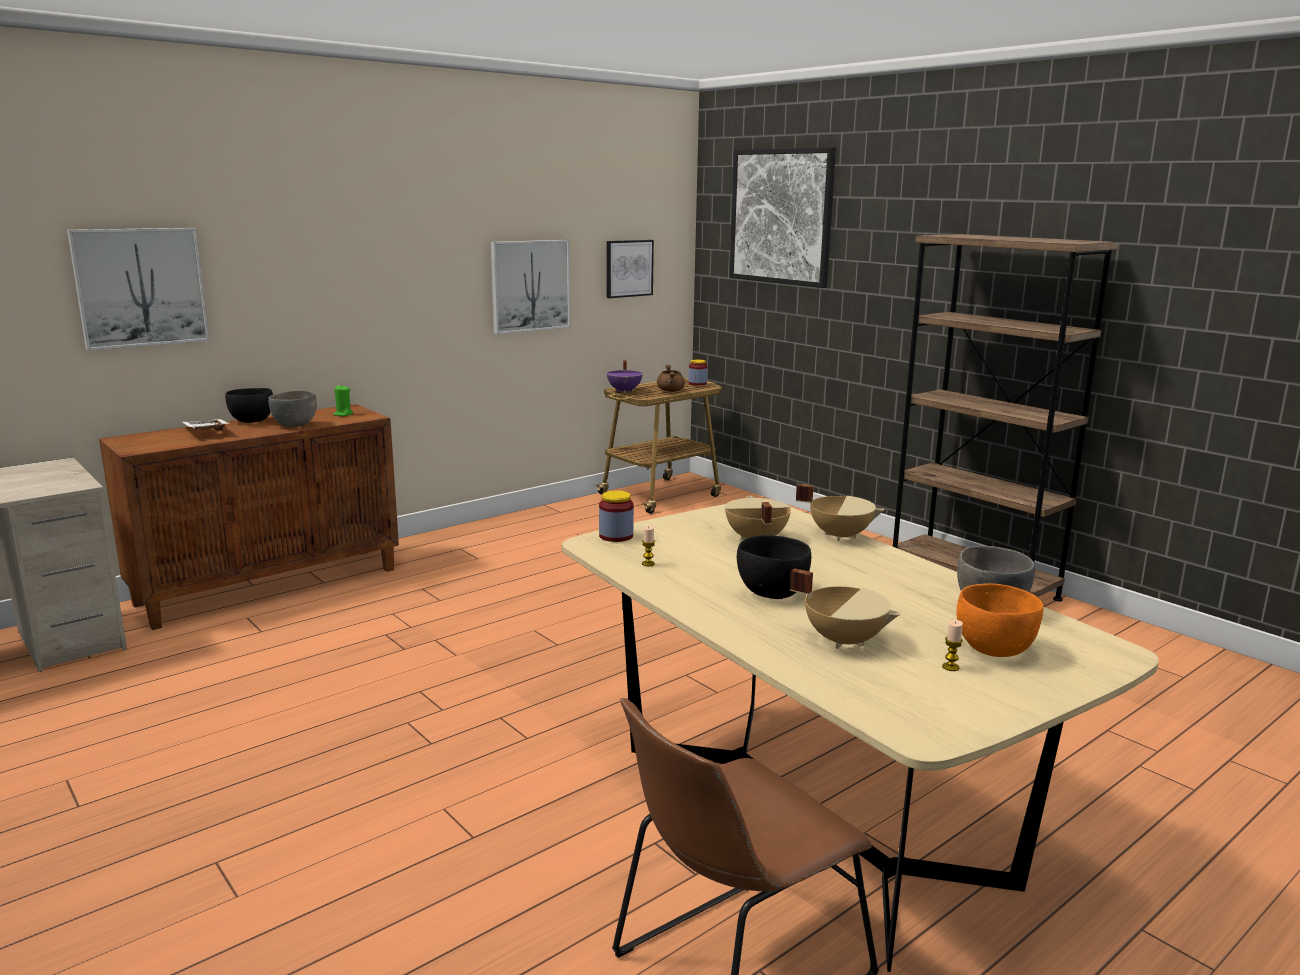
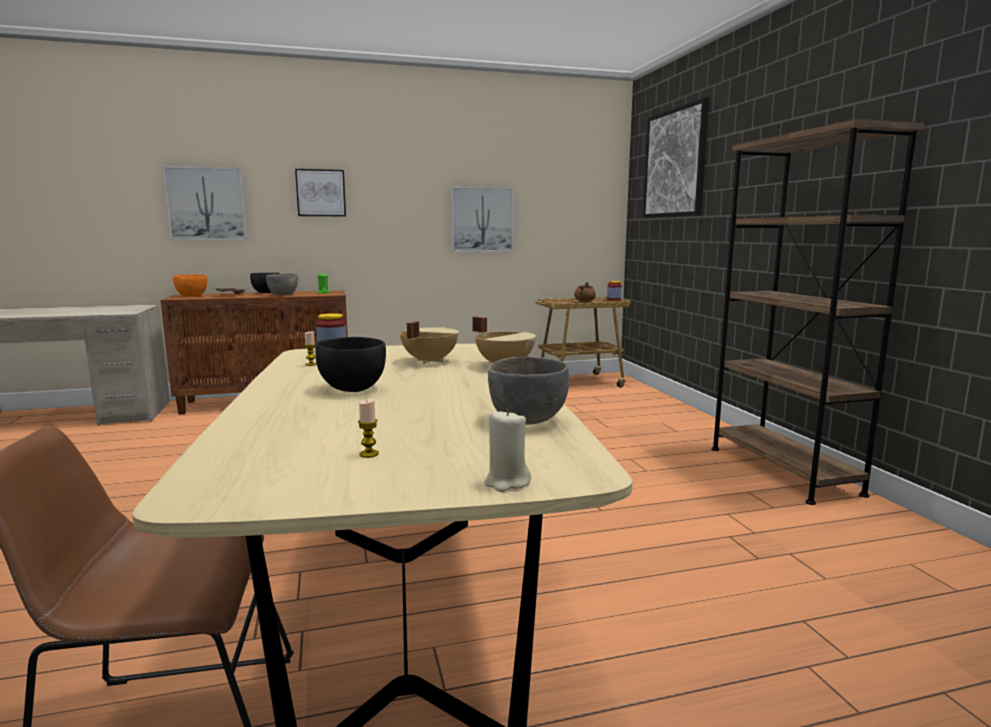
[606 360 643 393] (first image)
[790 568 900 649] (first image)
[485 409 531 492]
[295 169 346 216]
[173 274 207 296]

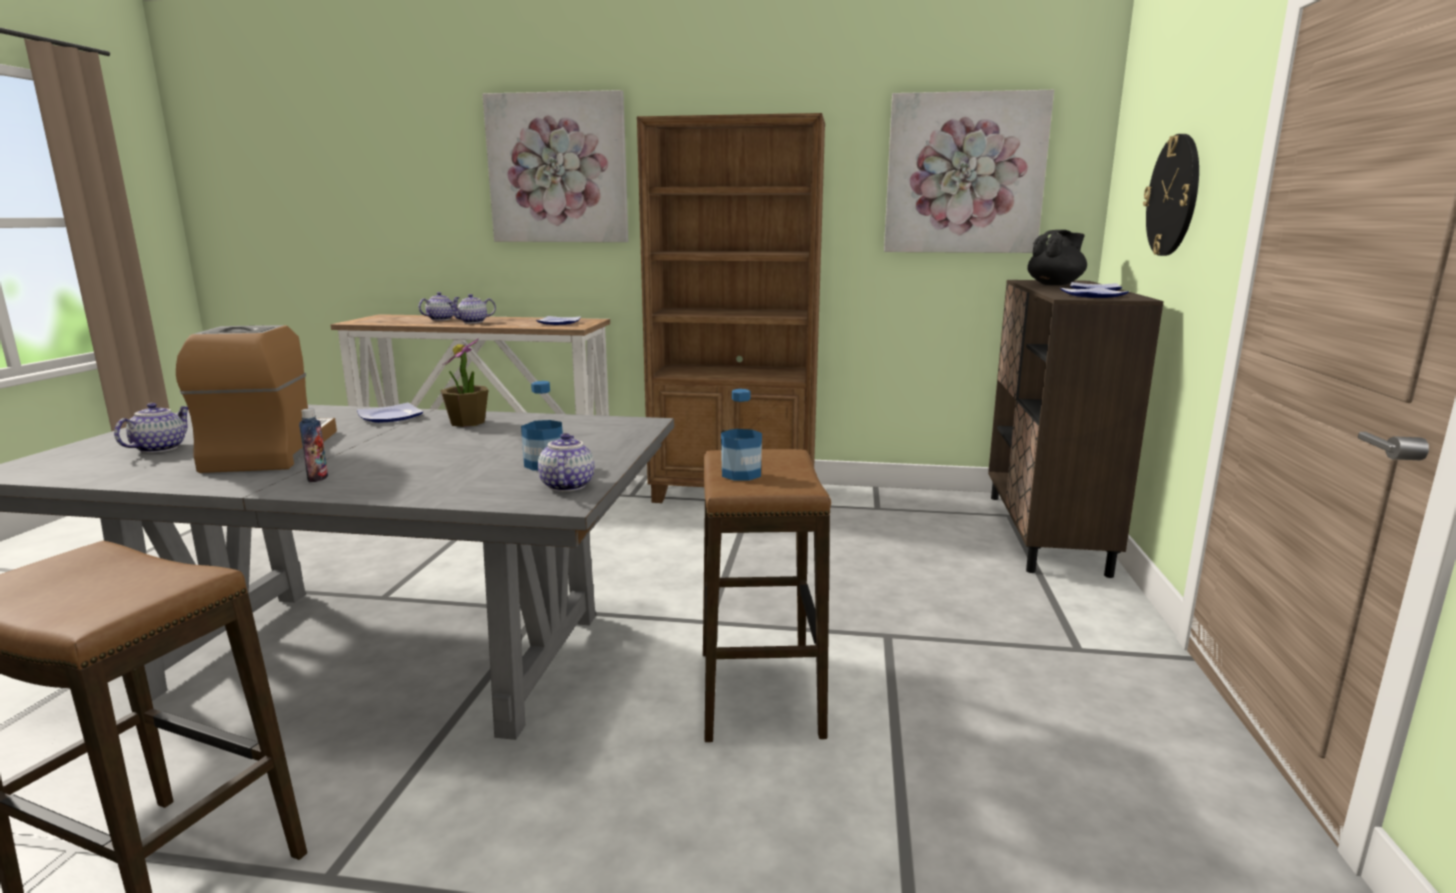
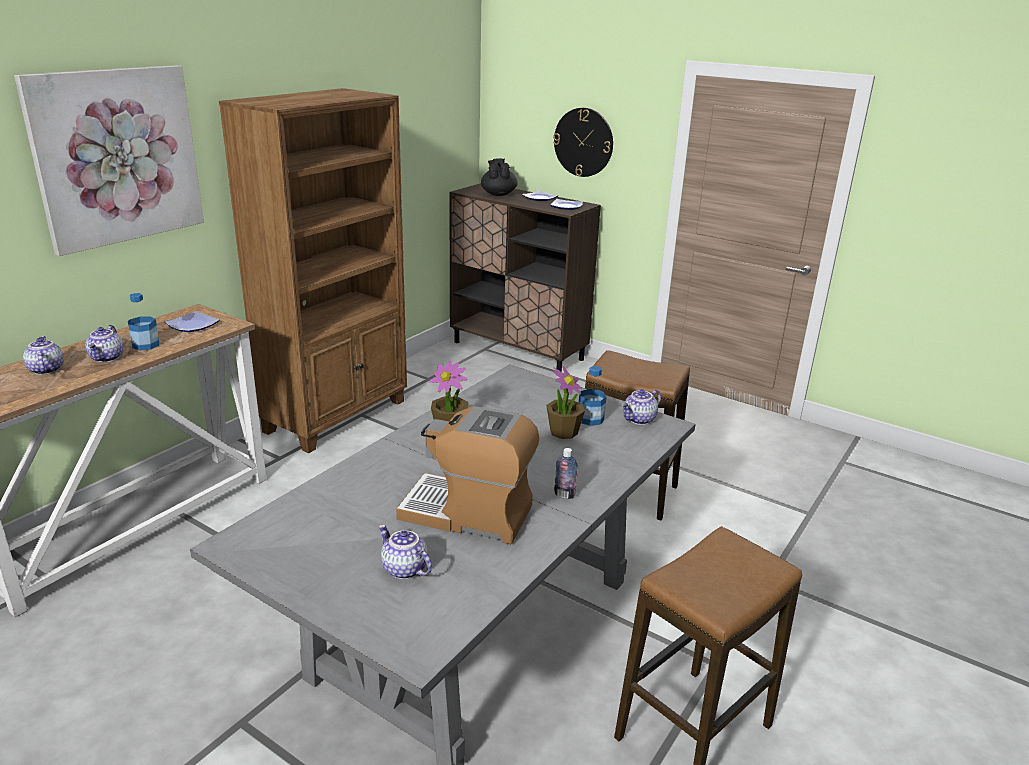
[357 403 423 423] (first image)
[884 90 1054 253] (first image)
[546 365 585 439]
[128 293 159 350]
[621 389 661 425]

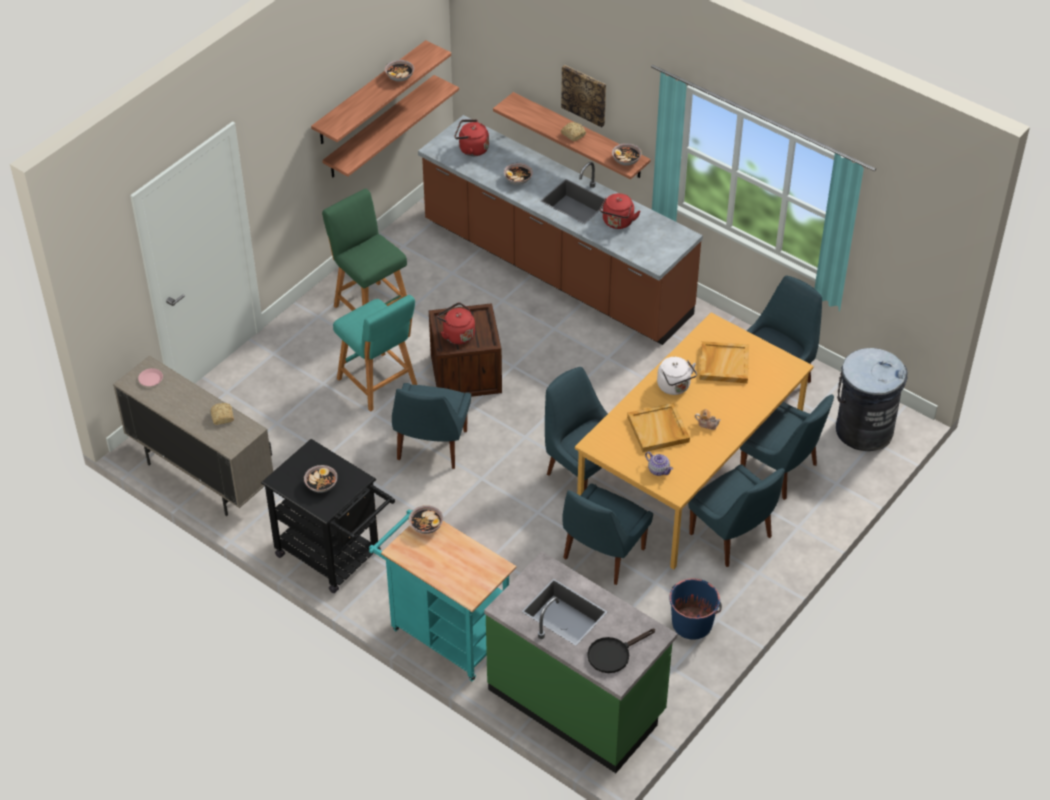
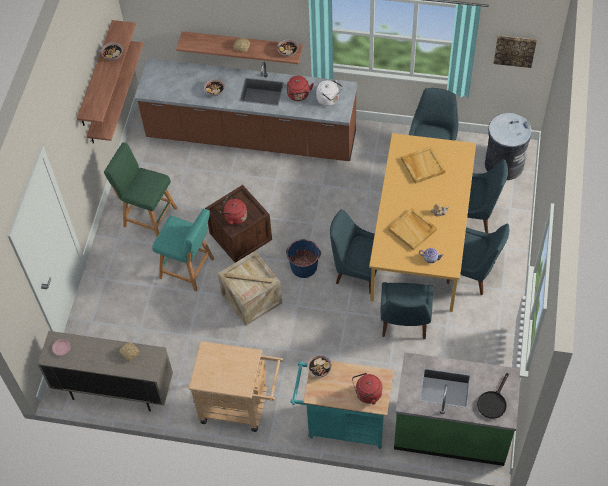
[304 465 338 493] (first image)
[352 373 382 405]
[493 35 537 68]
[316 80 343 106]
[286 239 321 278]
[218 251 282 326]
[188 341 283 432]

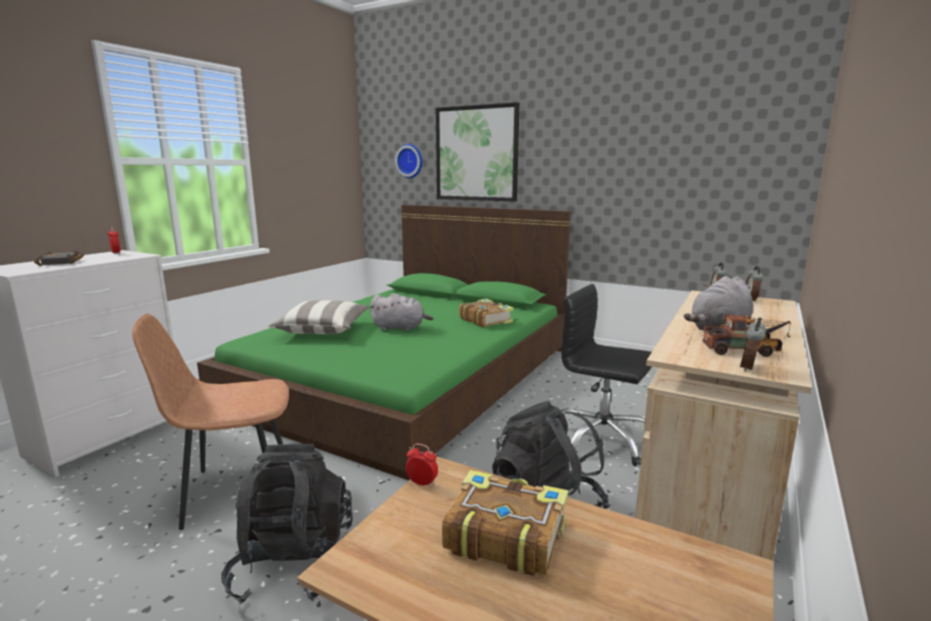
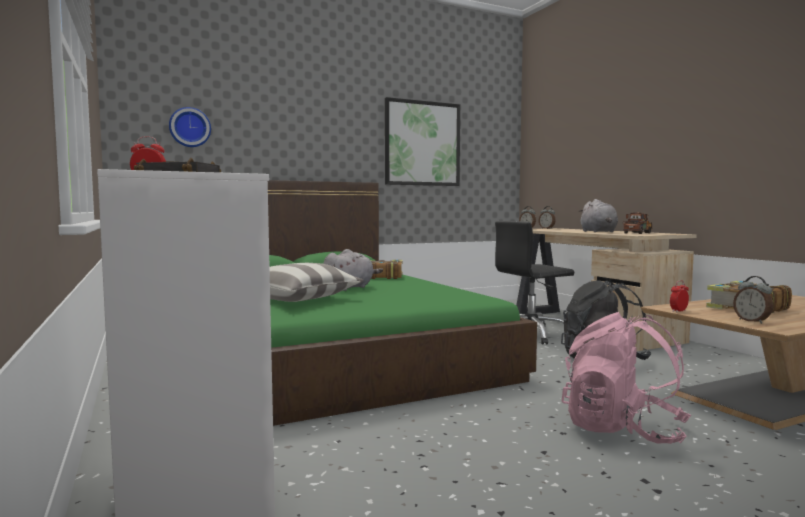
[132 314 289 530] (first image)
[385 97 460 186]
[733 276 773 324]
[562 312 691 444]

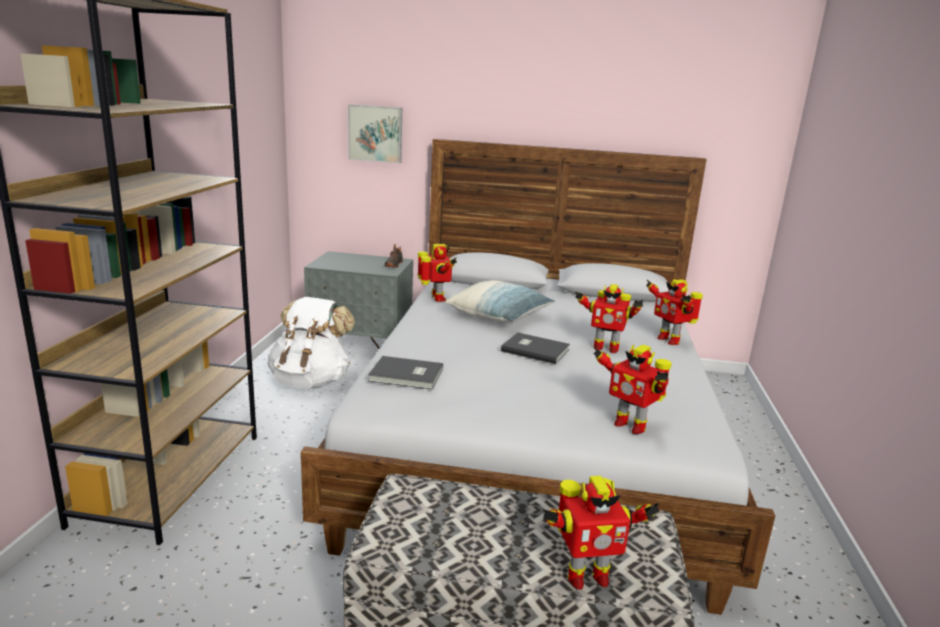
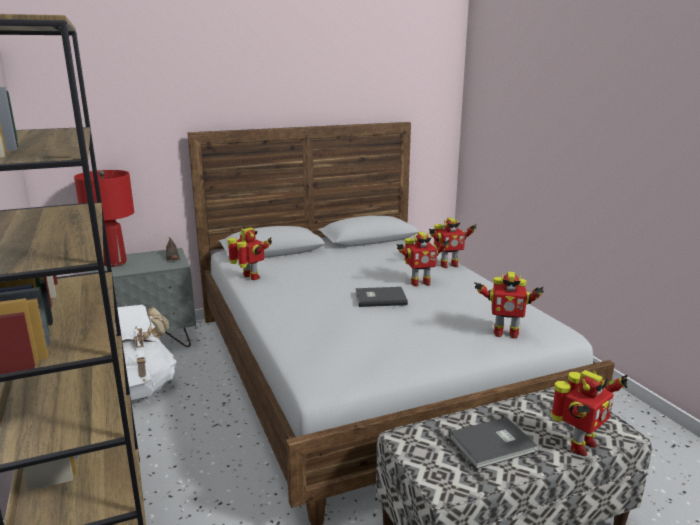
[348 104 402 163] (first image)
[445 280 556 323] (first image)
[74 170 134 267]
[449 417 538 469]
[429 218 477 268]

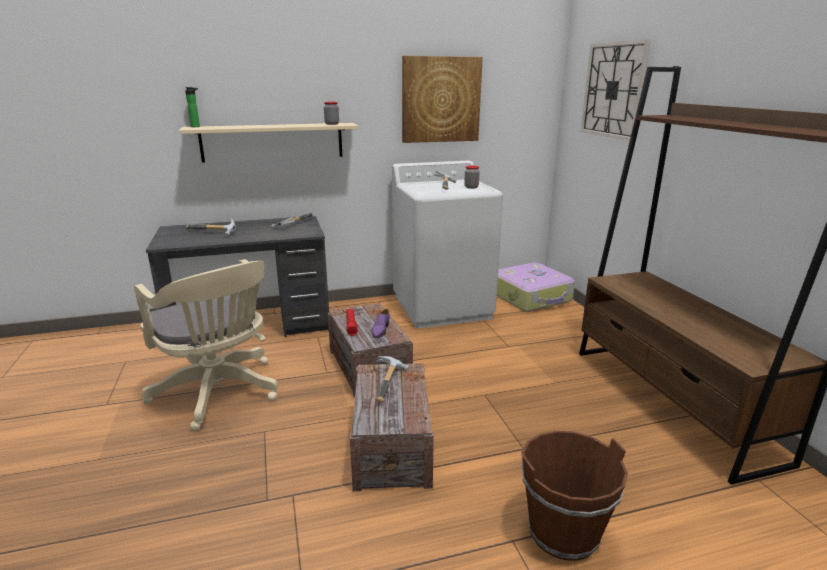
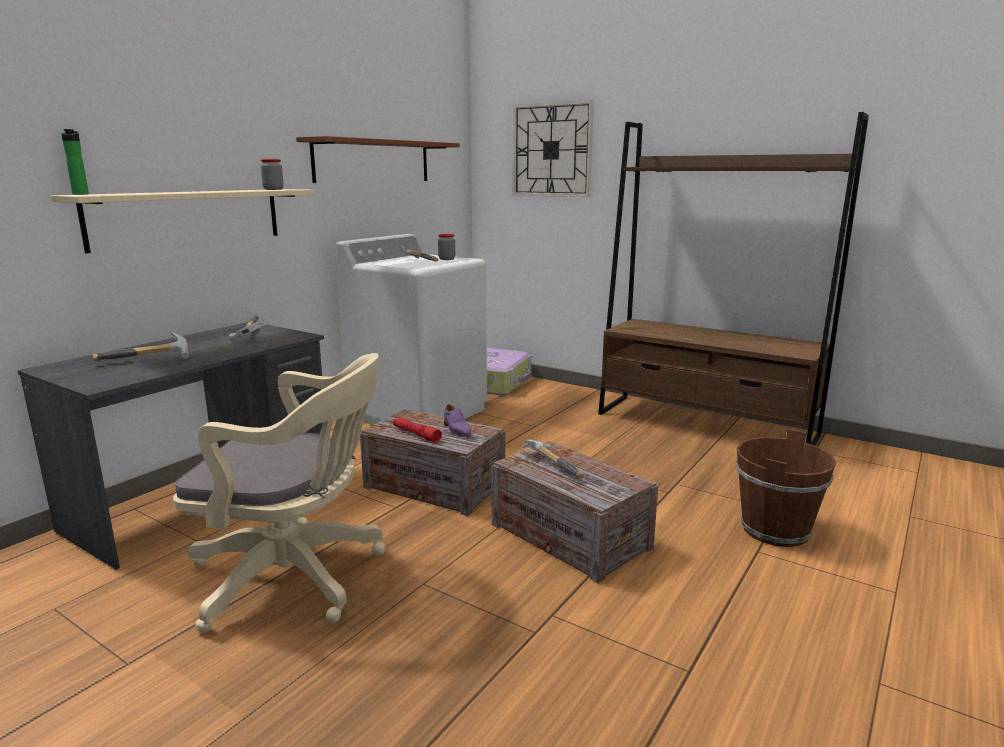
[296 136 460 183]

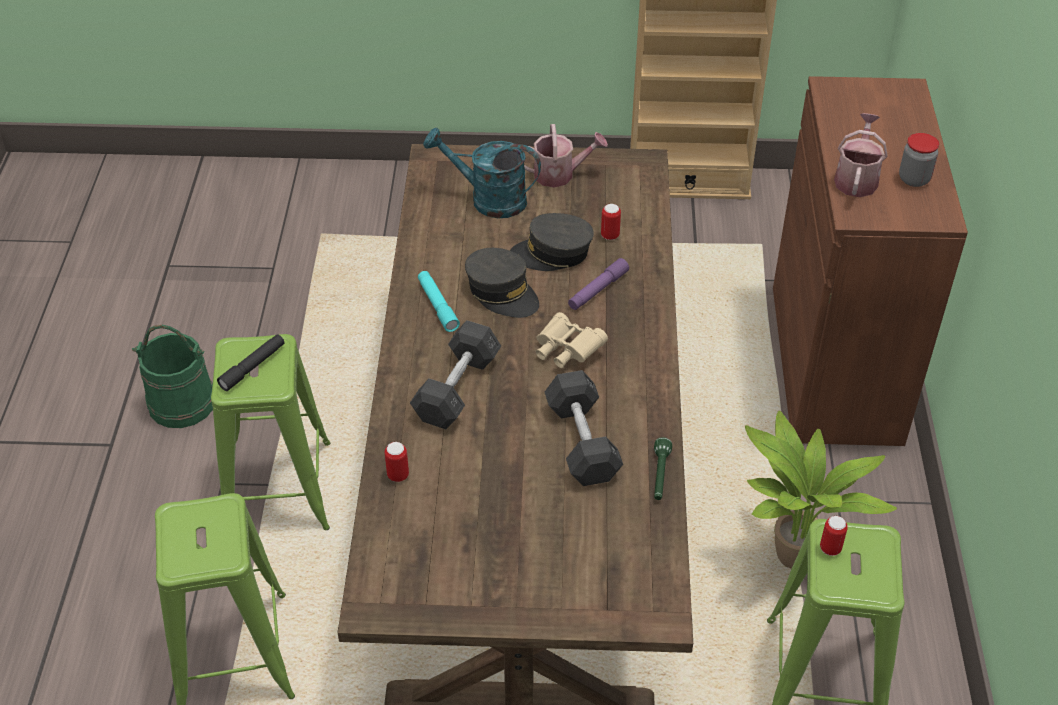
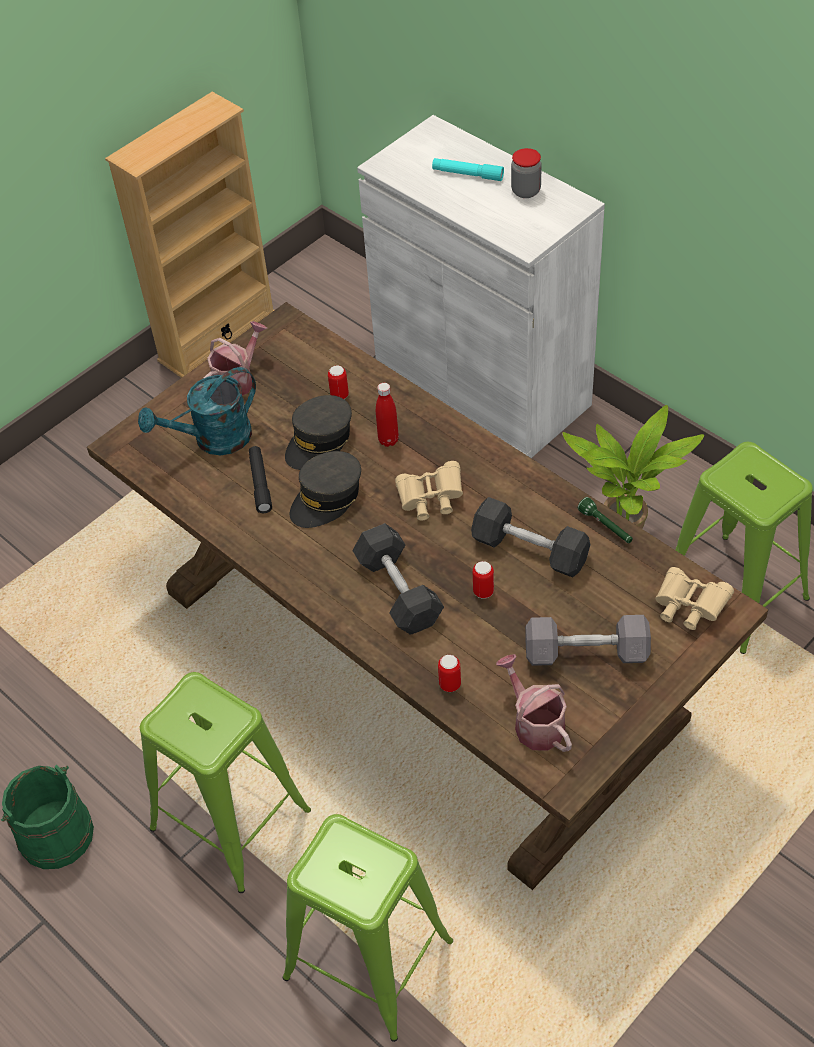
[525 615 651 666]
[655 567 734 630]
[249 446 272 513]
[432 158 504 181]
[473 561 494 599]
[496 654 572 752]
[376 383 399 447]
[357 115 605 458]
[290 451 361 528]

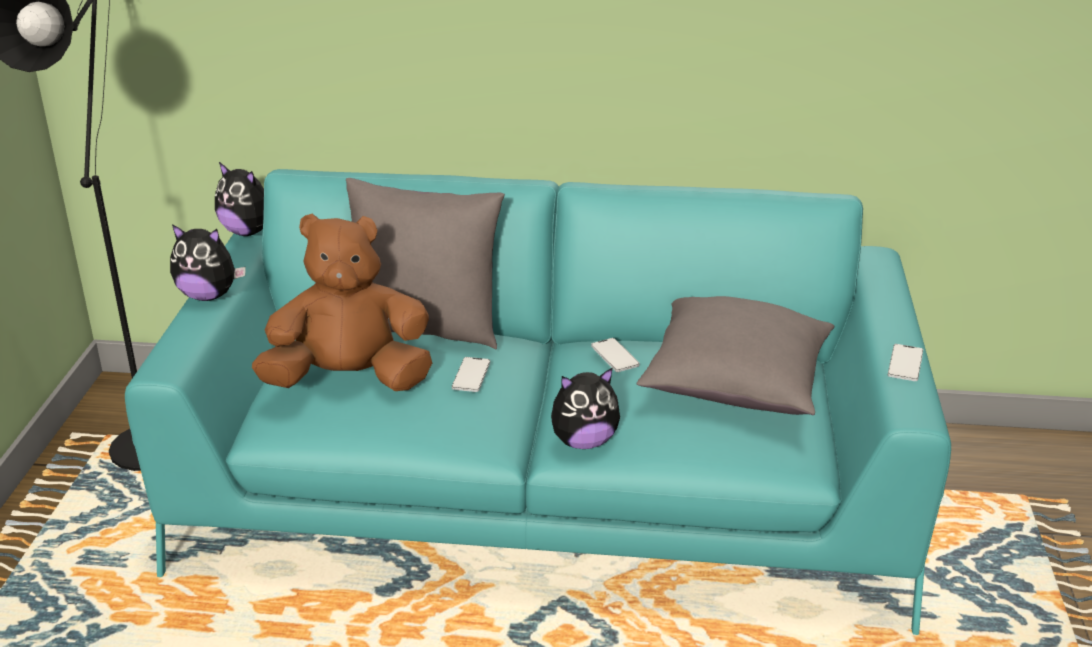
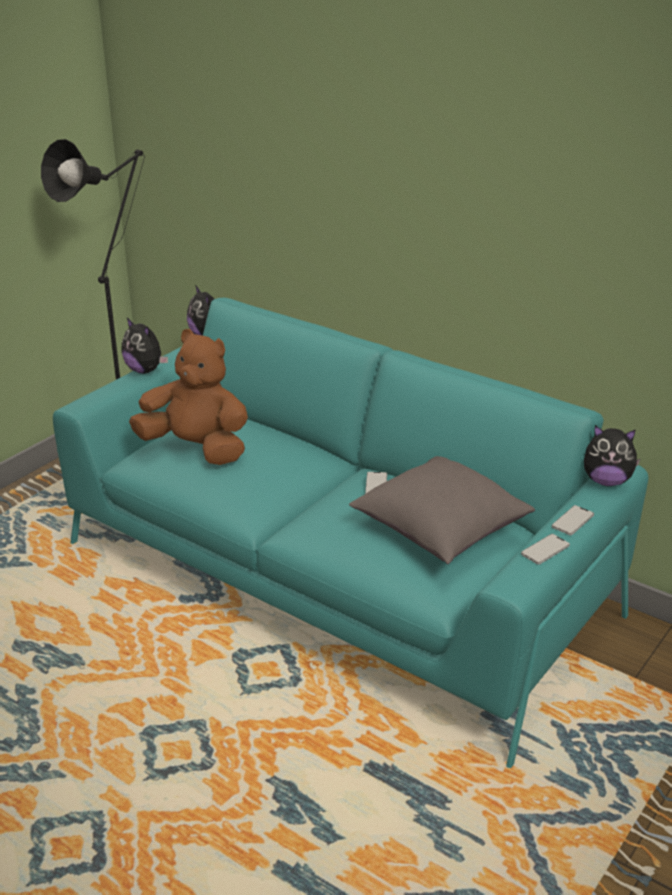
[346 178 505 350] (first image)
[552 505 594 535]
[584 425 641 486]

